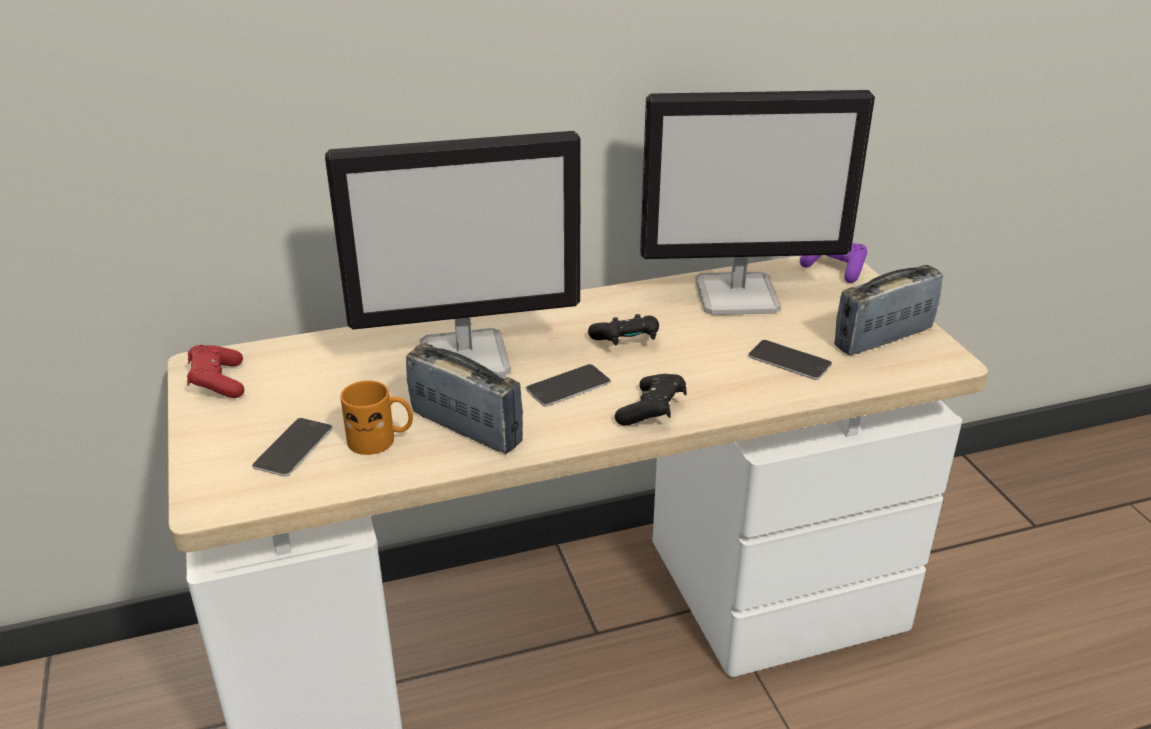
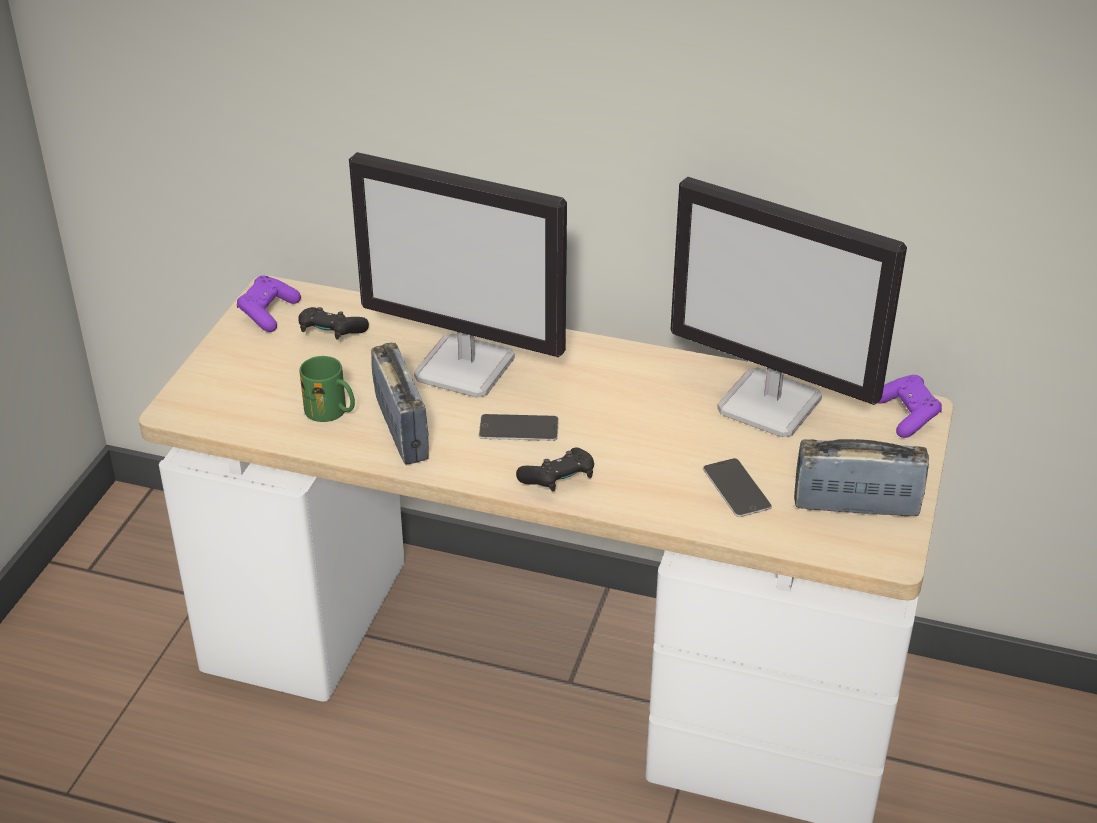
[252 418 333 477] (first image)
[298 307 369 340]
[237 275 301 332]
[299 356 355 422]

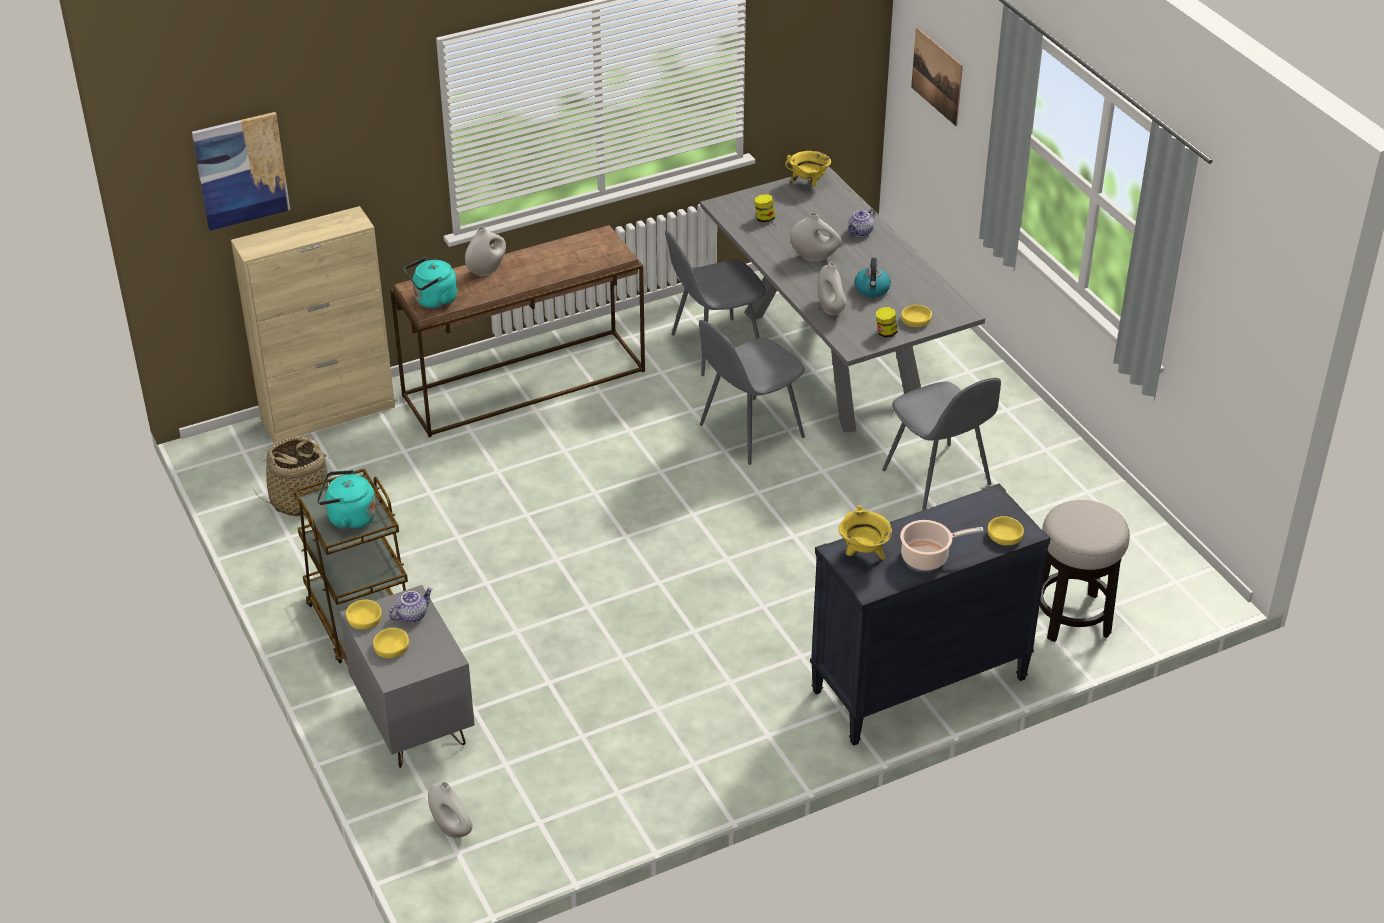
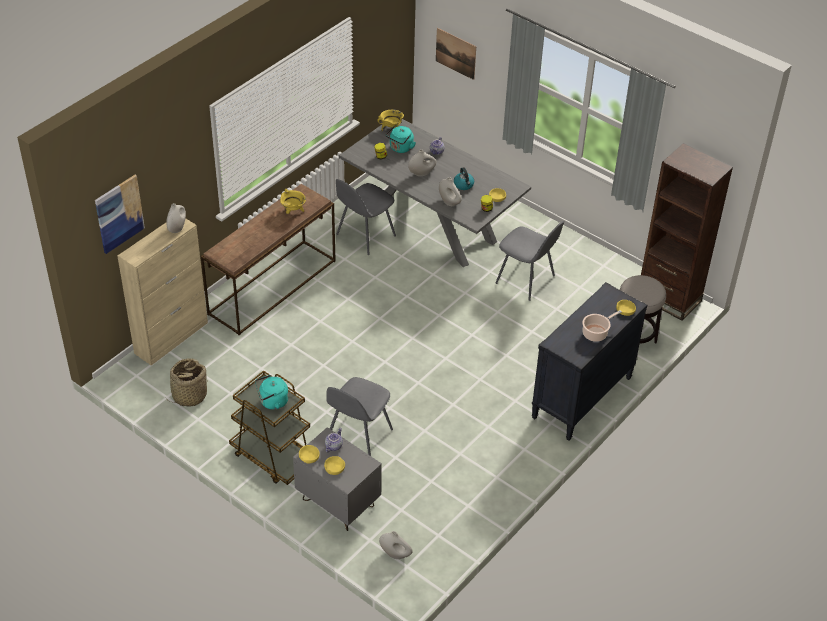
[641 143 733 321]
[386 126 416 153]
[166 203 186 233]
[326 377 393 456]
[280 189 306 214]

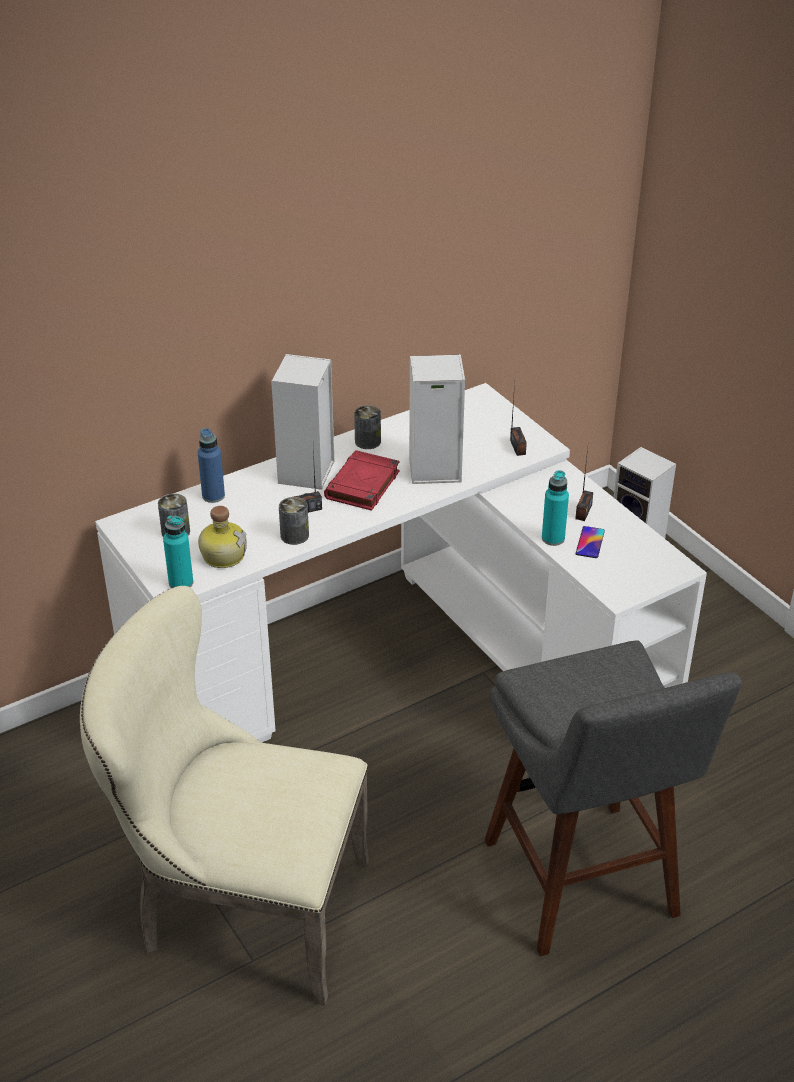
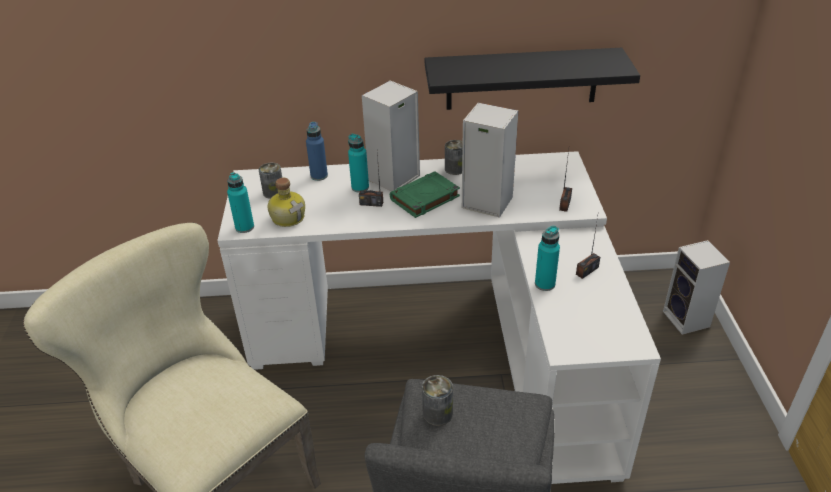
[576 526 605 558] (first image)
[348 134 369 193]
[425 48 640 110]
[422 375 453 426]
[390 171 460 218]

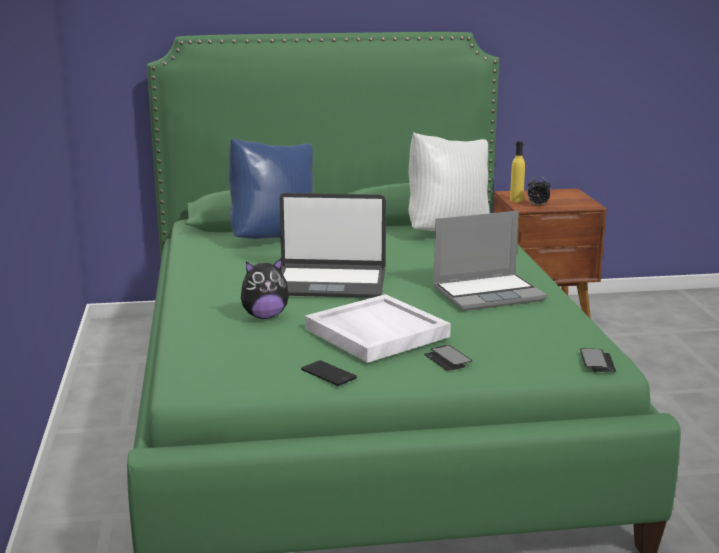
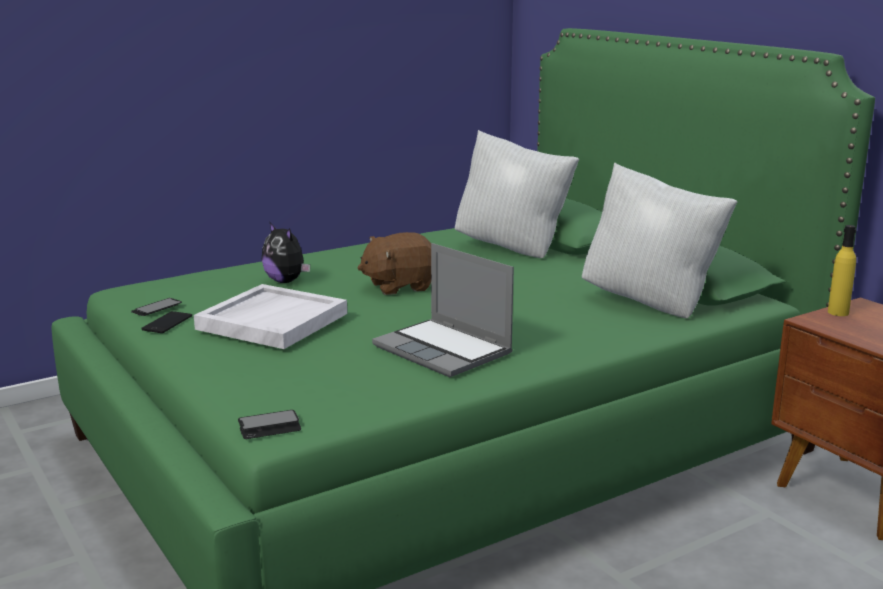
[527 176 551 206] (first image)
[131 298 182 316]
[358 232 431 295]
[455 130 579 258]

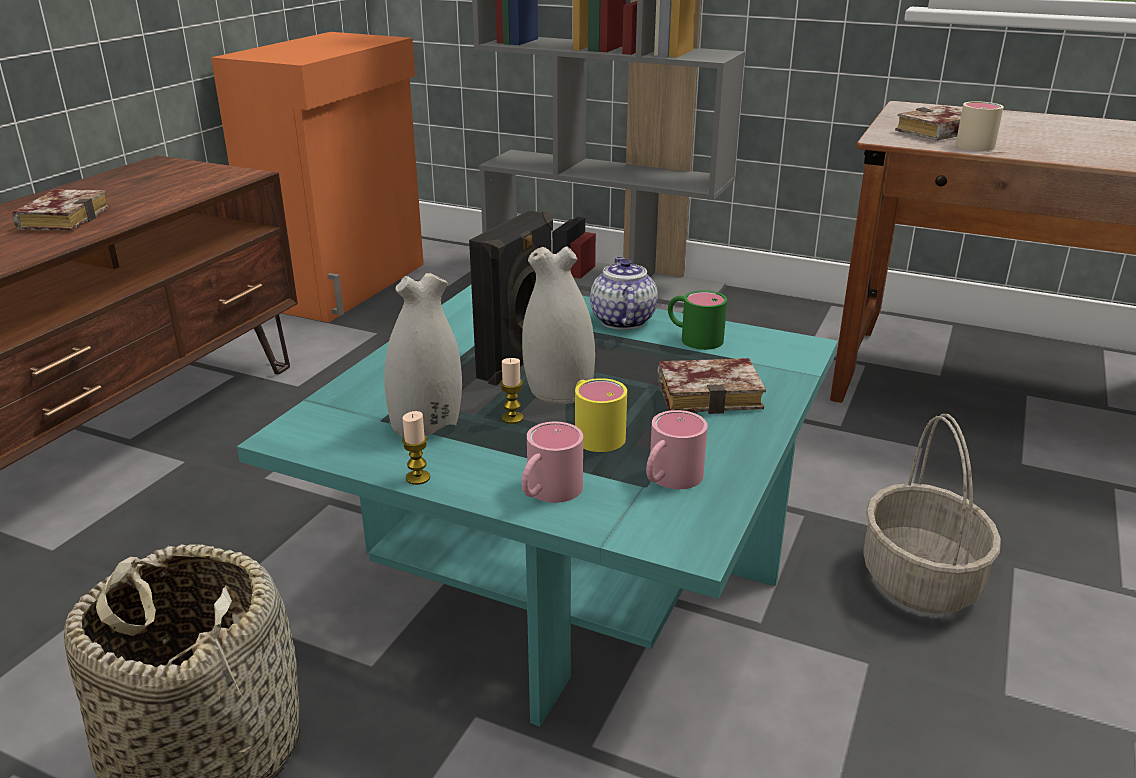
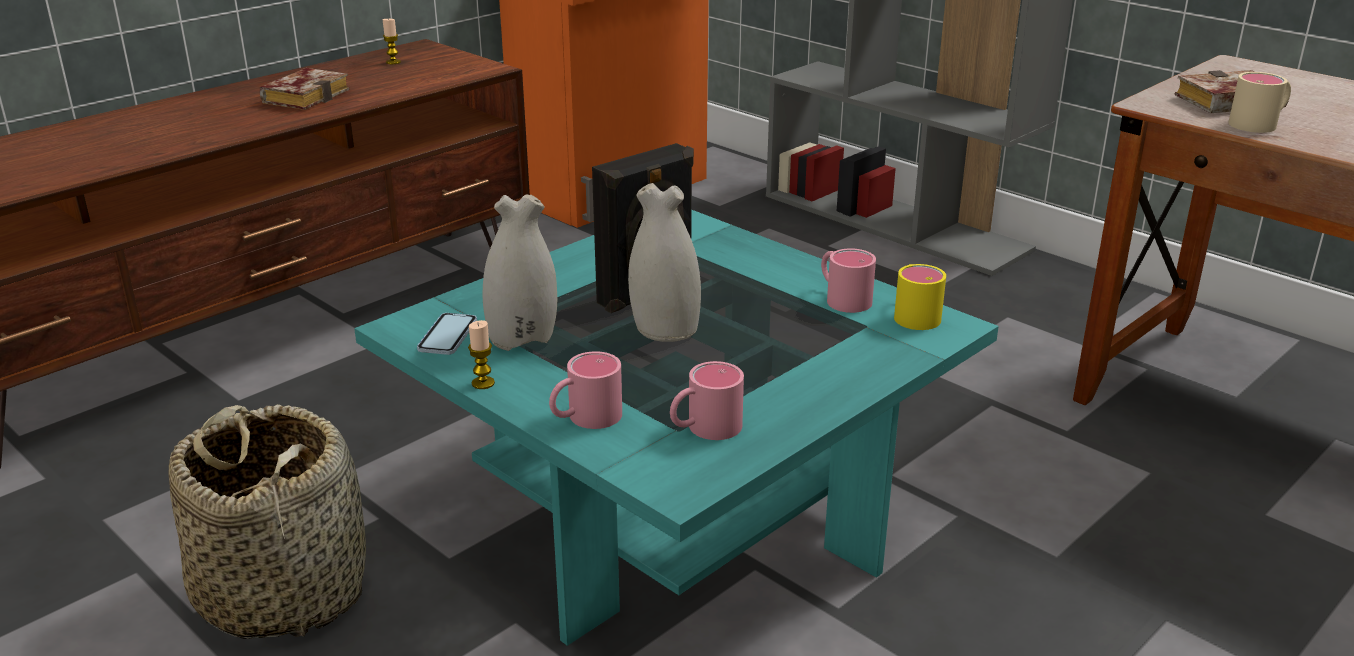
[590 257 658 330] (first image)
[657 358 766 414] (first image)
[863 414 1001 614] (first image)
[417 313 477 355]
[383 18 401 64]
[894 264 946 330]
[821 248 876 313]

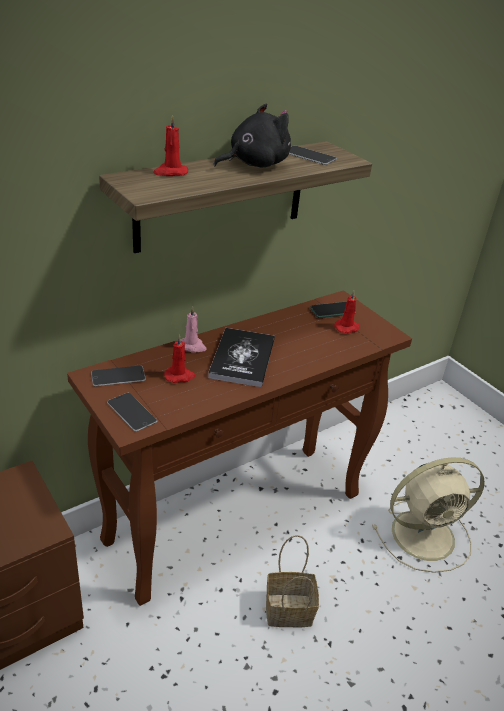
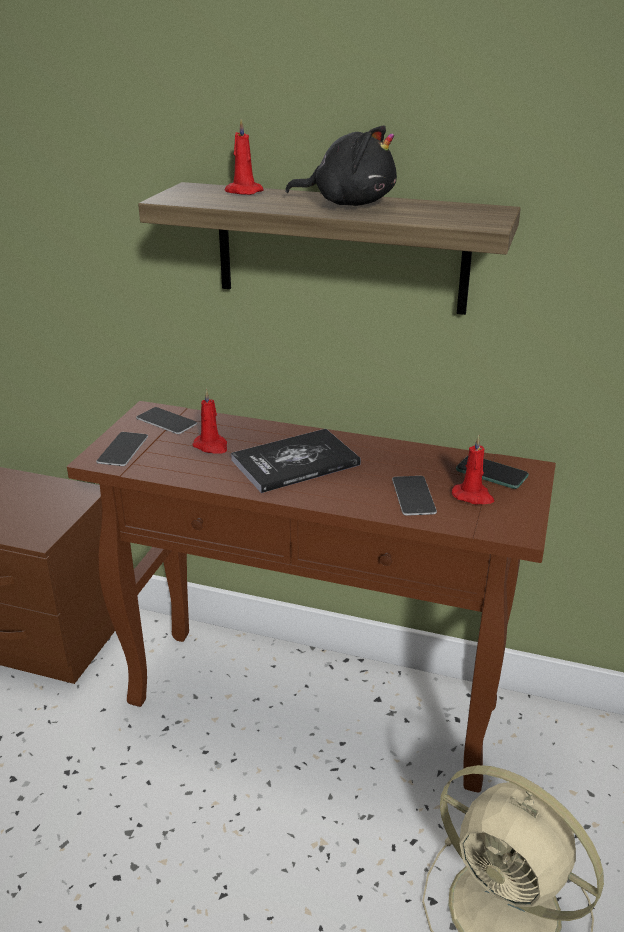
[181 306 207 353] (first image)
[266 535 319 627] (first image)
[392 476 437 516]

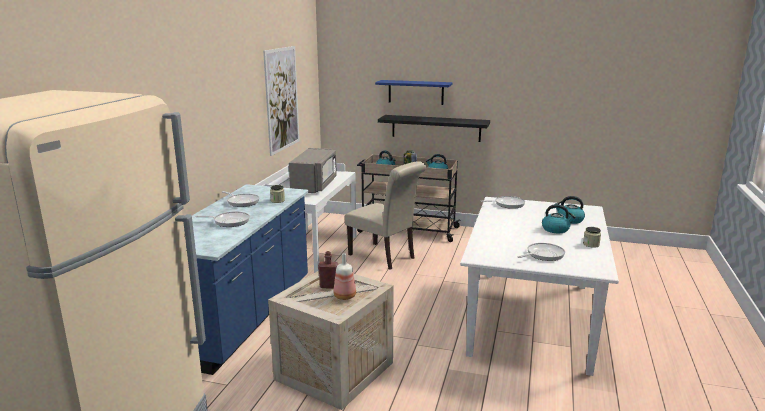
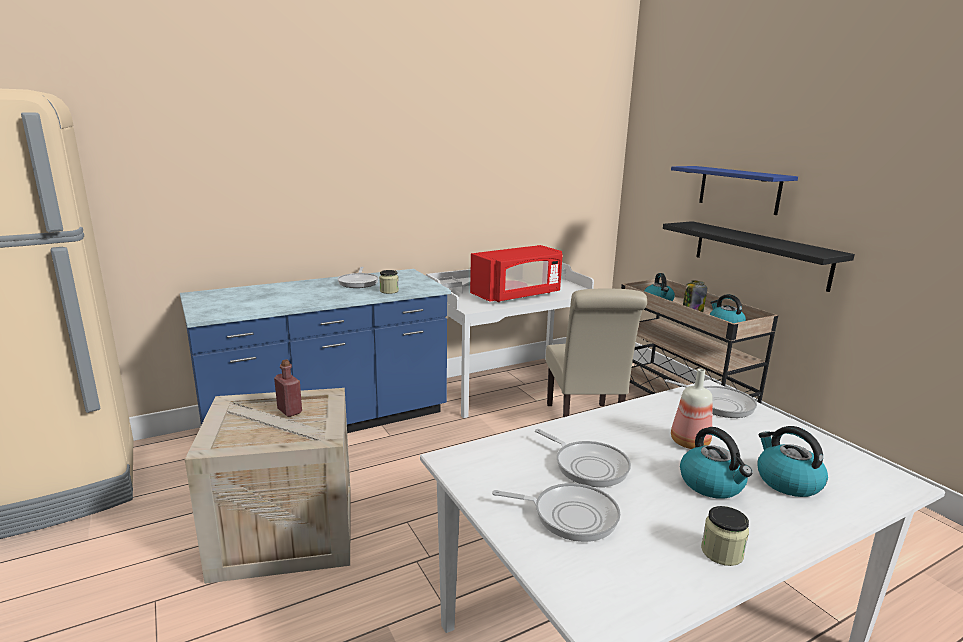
[263 46 300 156] (first image)
[535 429 631 487]
[671 369 713 449]
[470 245 563 302]

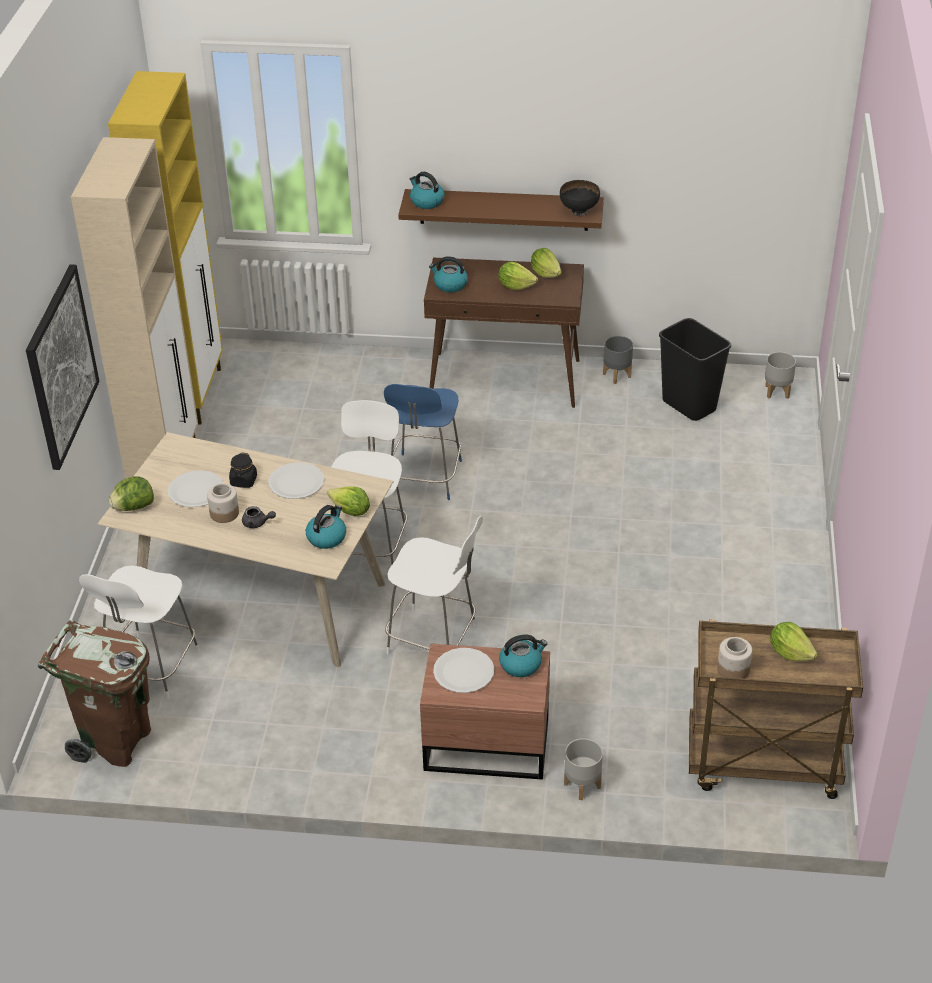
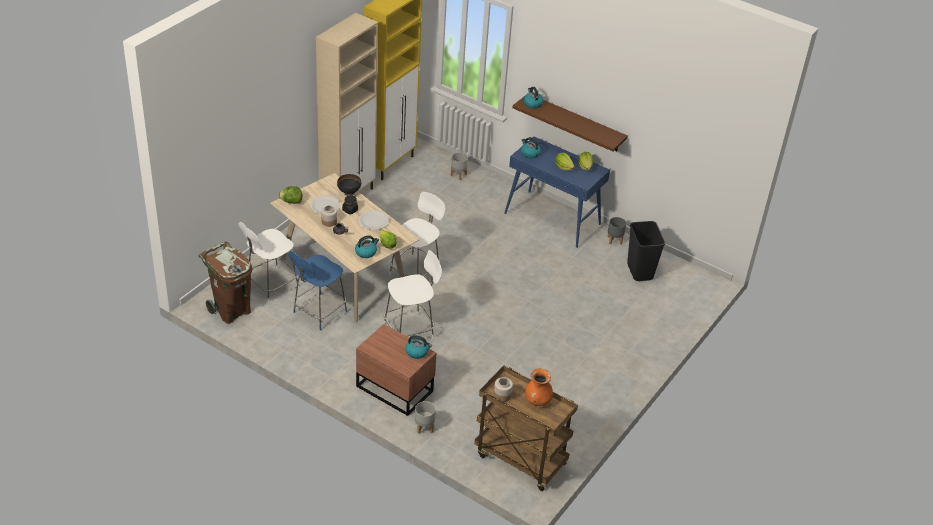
[26 264 99 470] (first image)
[433 648 494 693] (first image)
[288 251 347 330]
[337 174 361 196]
[451 152 468 180]
[525 368 553 406]
[505 137 610 248]
[384 250 442 339]

